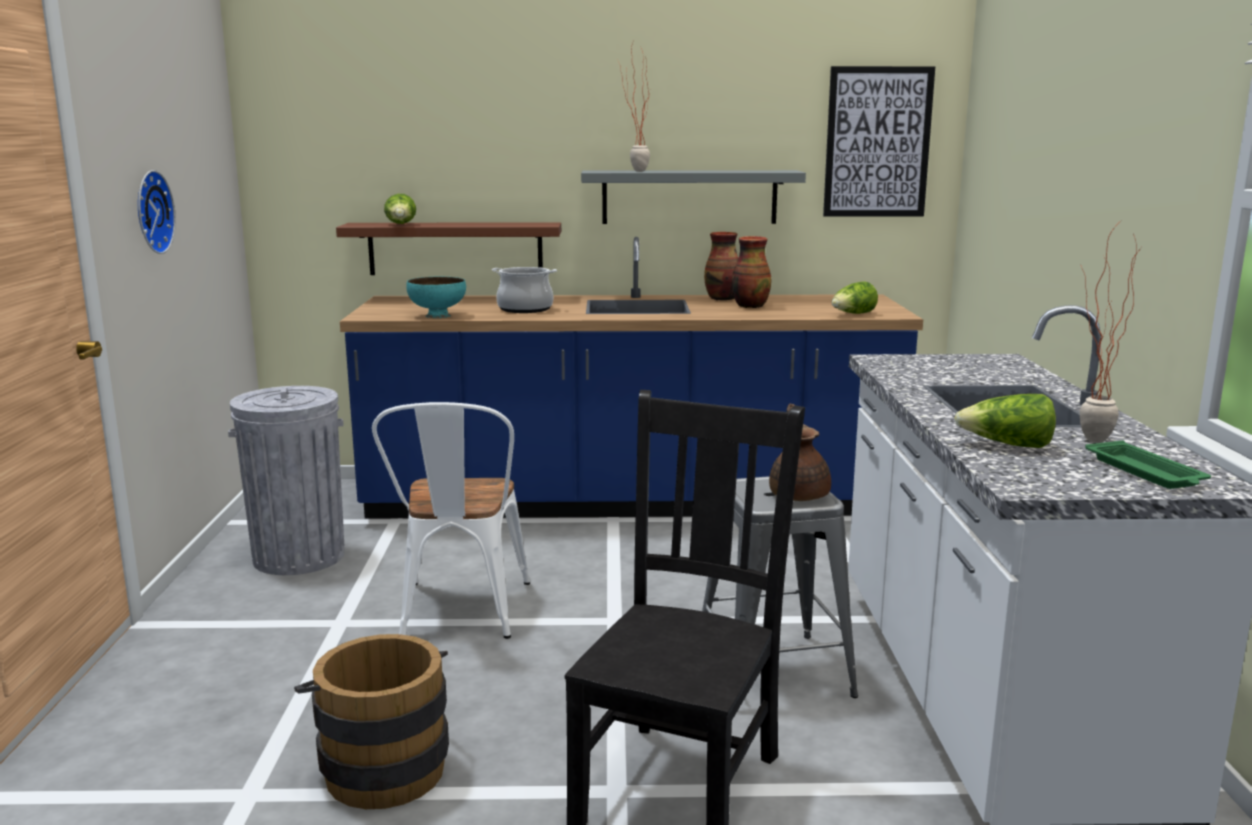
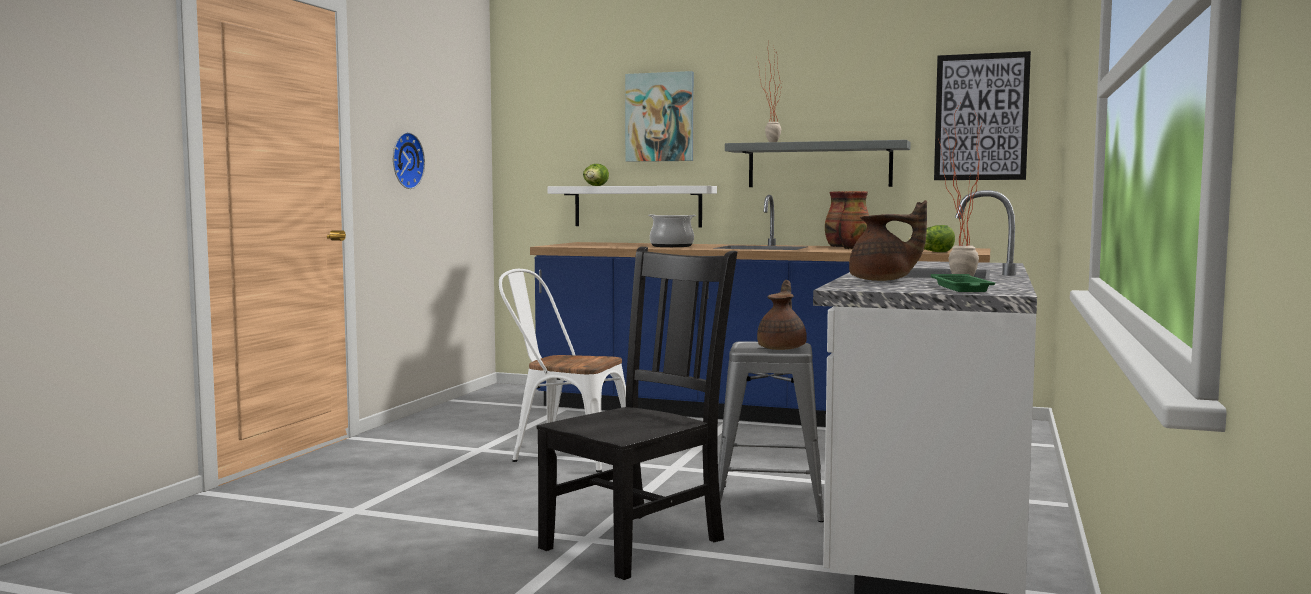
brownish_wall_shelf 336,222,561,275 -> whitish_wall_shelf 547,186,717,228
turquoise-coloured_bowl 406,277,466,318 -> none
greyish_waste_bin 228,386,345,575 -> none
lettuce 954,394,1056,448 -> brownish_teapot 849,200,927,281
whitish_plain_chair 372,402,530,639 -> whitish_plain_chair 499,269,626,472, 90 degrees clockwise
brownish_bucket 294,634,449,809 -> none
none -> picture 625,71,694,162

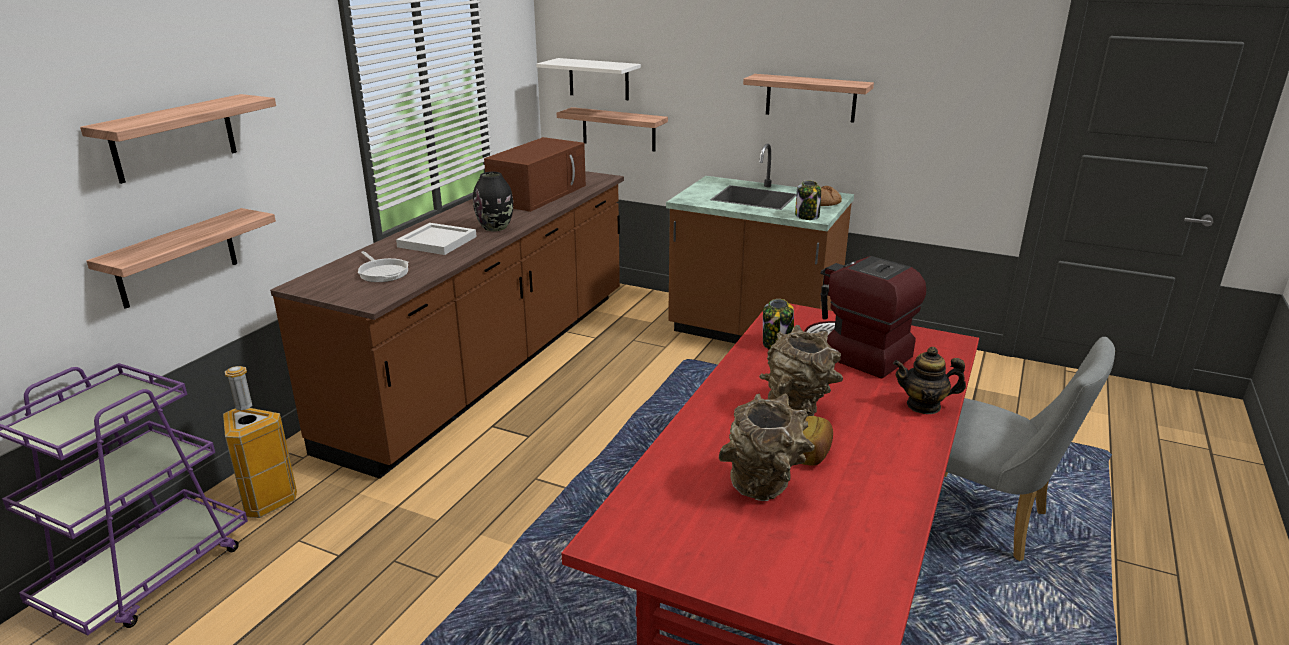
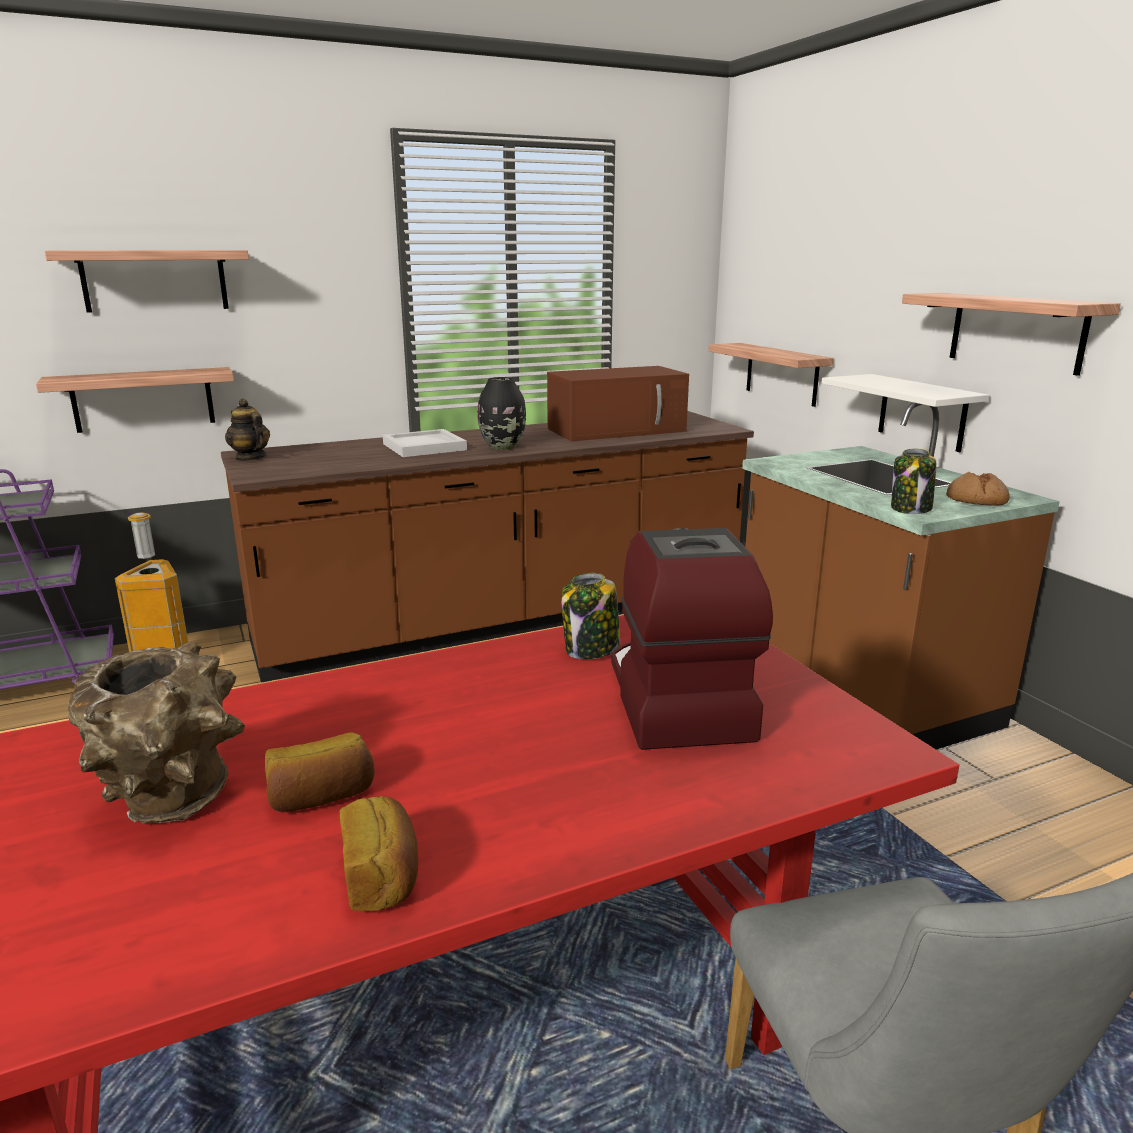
whitish_wall_shelf 536,58,641,100 -> whitish_wall_shelf 821,374,990,452, relocated
pan 358,251,408,282 -> none
brownish_vase 759,325,843,416 -> none
teapot 893,347,966,414 -> teapot 225,398,270,461, relocated
none -> bakery_bread 340,796,418,911

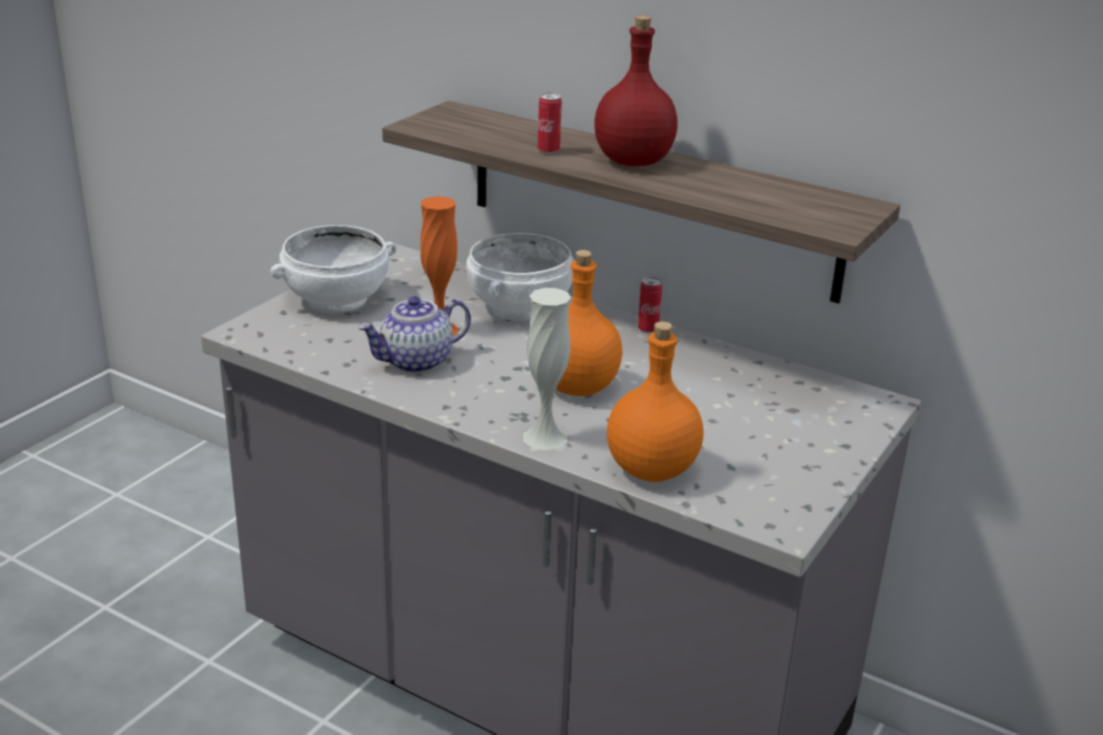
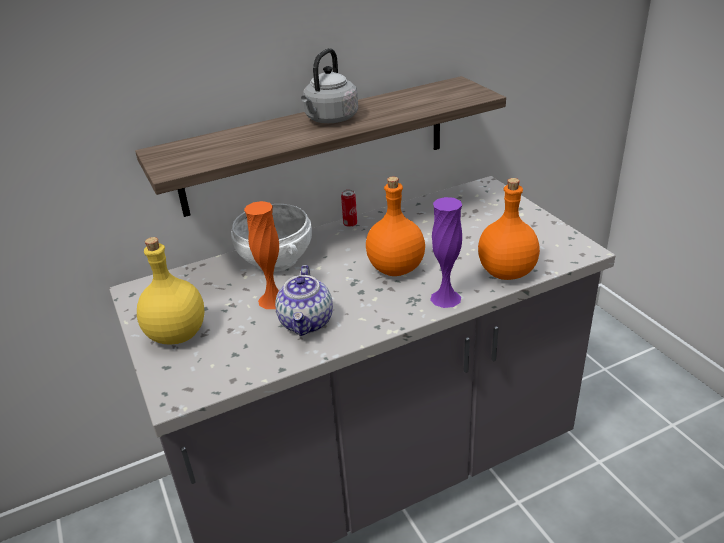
red-coloured_beverage_bottle 594,15,678,166 -> greyish_kettle 301,48,358,123
sealed_can 538,93,562,154 -> none
whitish_bowl 270,225,396,313 -> yellowish_beverage_bottle 137,237,205,345
whitish_vase 523,288,571,450 -> purple_vase 430,197,462,308

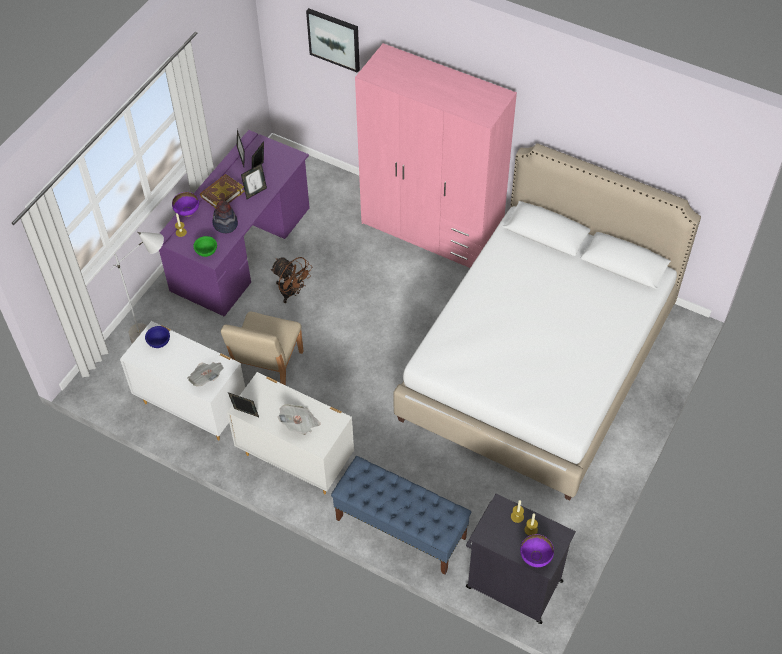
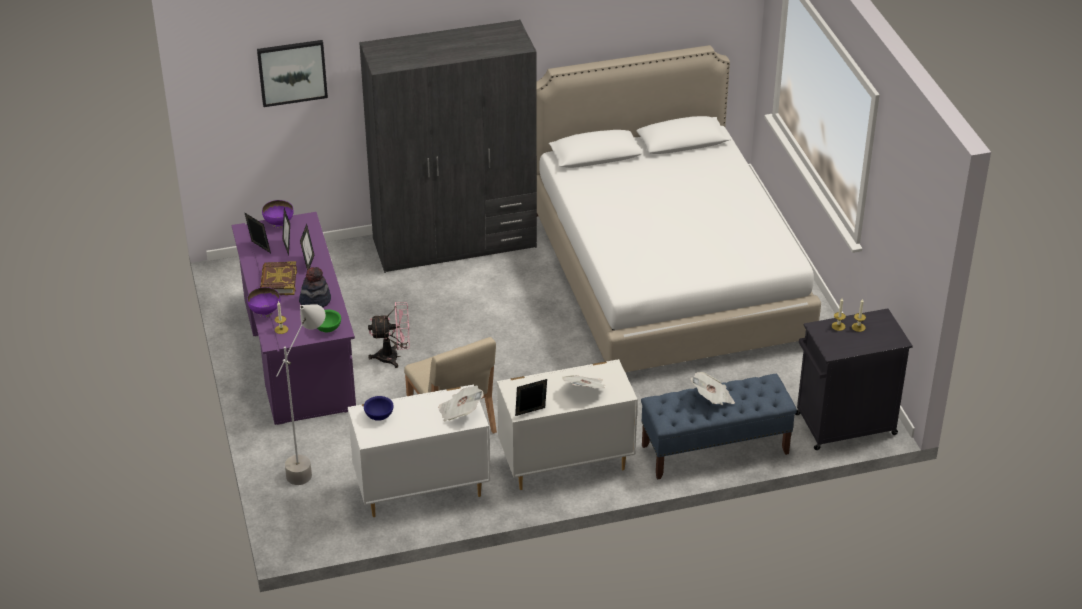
pink-coloured_armoire 355,43,517,268 -> greyish_armoire 359,20,537,273
brownish_electric_fan 271,257,312,303 -> pink-coloured_electric_fan 368,302,410,368
purple_bowl 520,534,554,567 -> purple_bowl 262,200,294,228, relocated
none -> newspaper 691,372,735,405

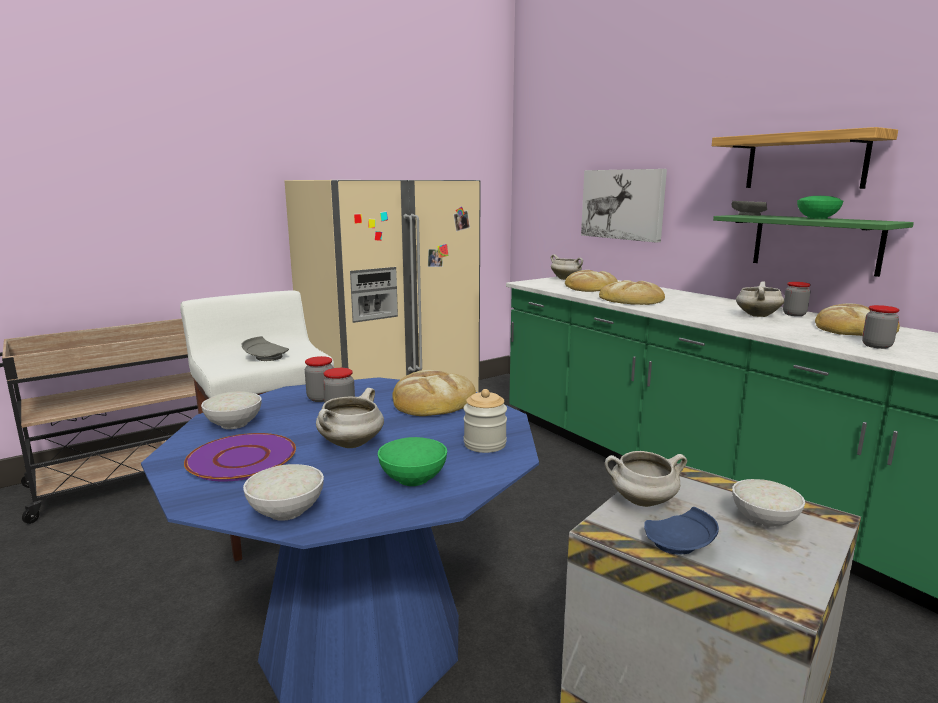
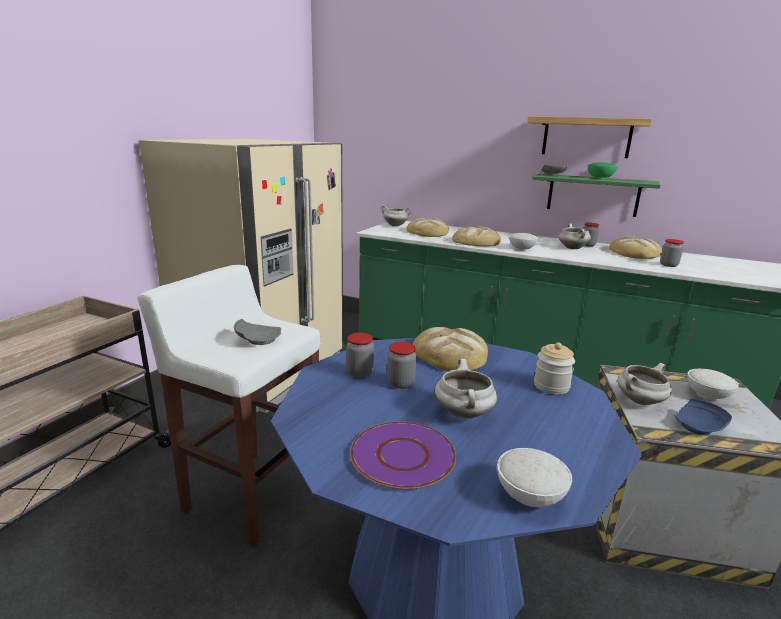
picture 581,169,667,243 -> none
whitish_bowl 201,391,262,429 -> whitish_bowl 509,233,538,250, relocated
green-coloured_bowl 378,437,447,486 -> none

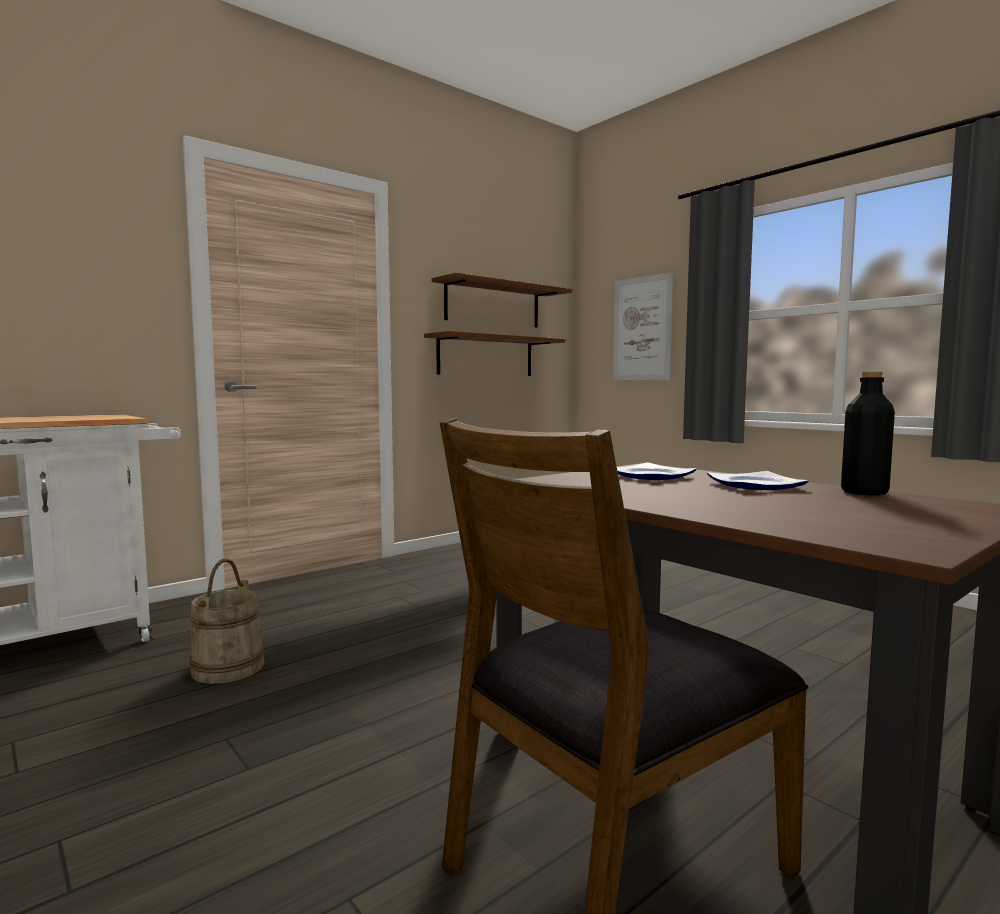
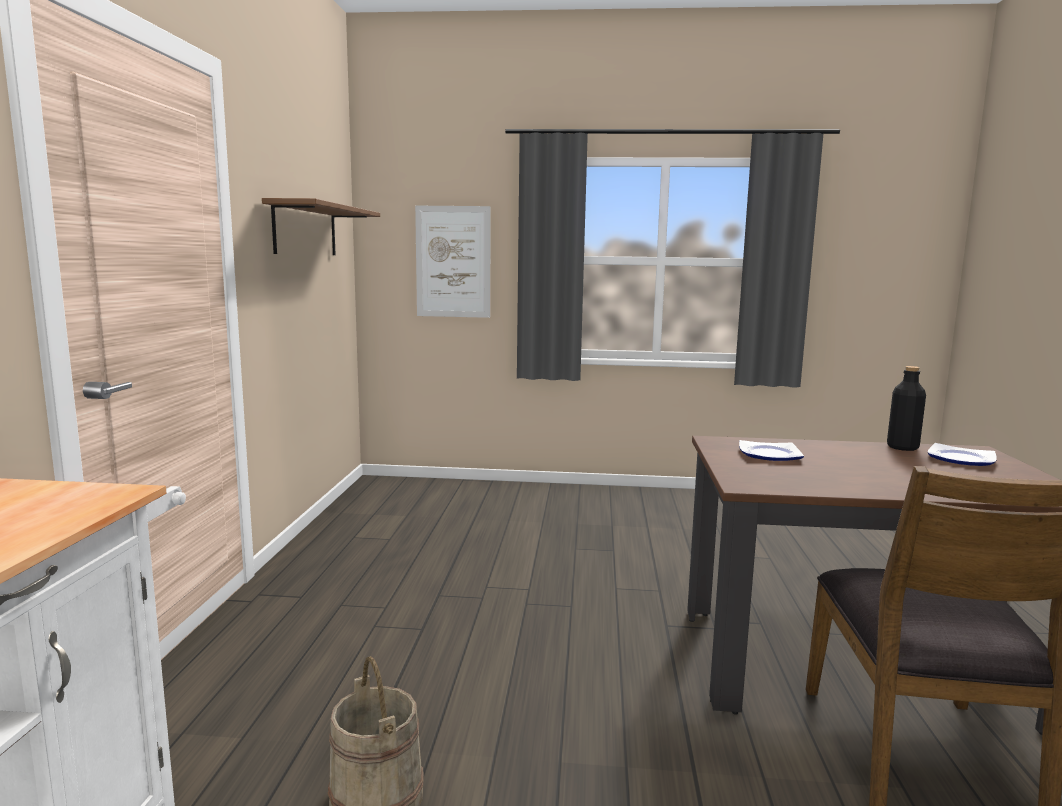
brownish_wall_shelf 424,331,565,376 -> none
plate 707,471,809,490 -> plate 928,443,997,466, relocated

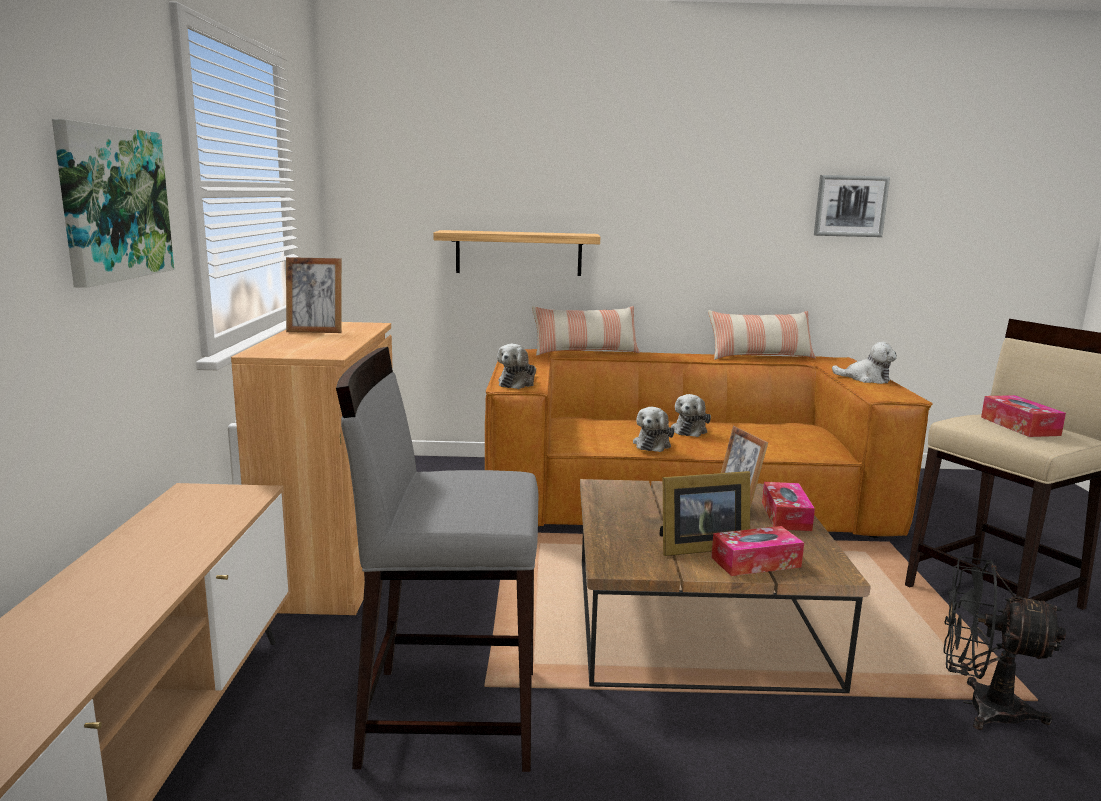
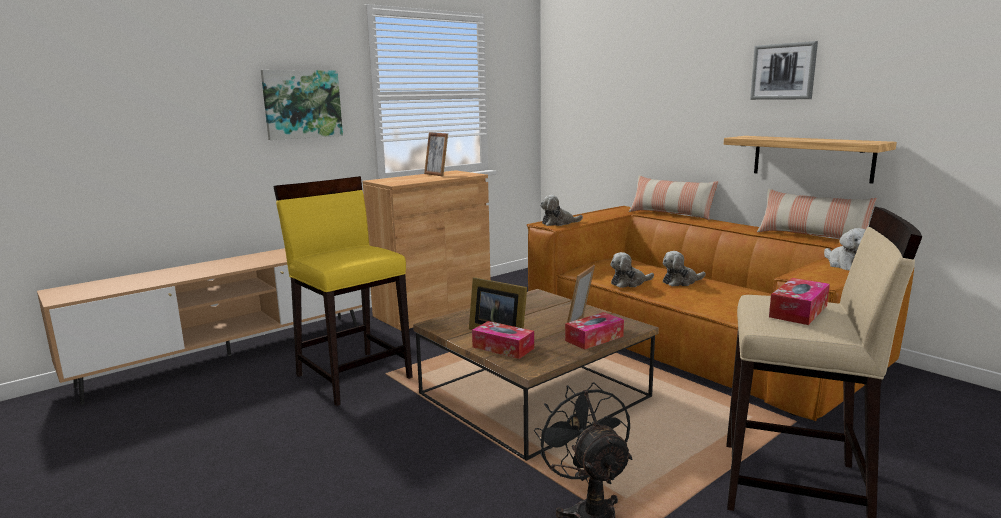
picture 814,175,890,237 -> picture 750,41,818,100, relocated
wall_shelf 433,230,600,276 -> wall_shelf 724,136,897,184, relocated
greyish_sitting_stool 336,347,538,772 -> yellowish_sitting_stool 273,176,413,406

